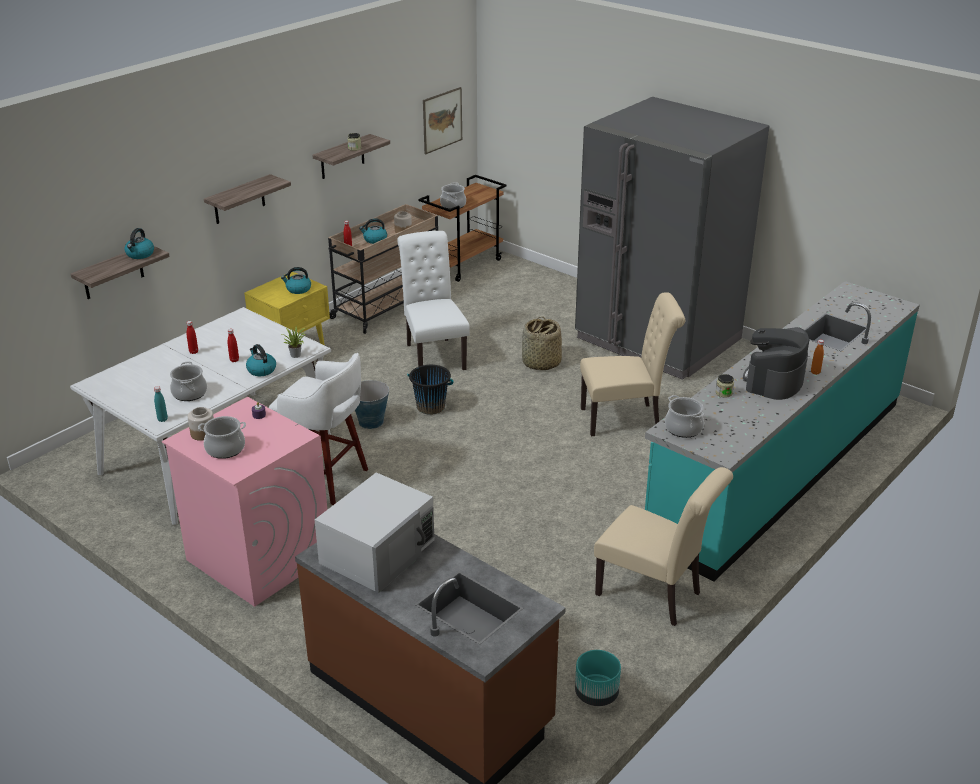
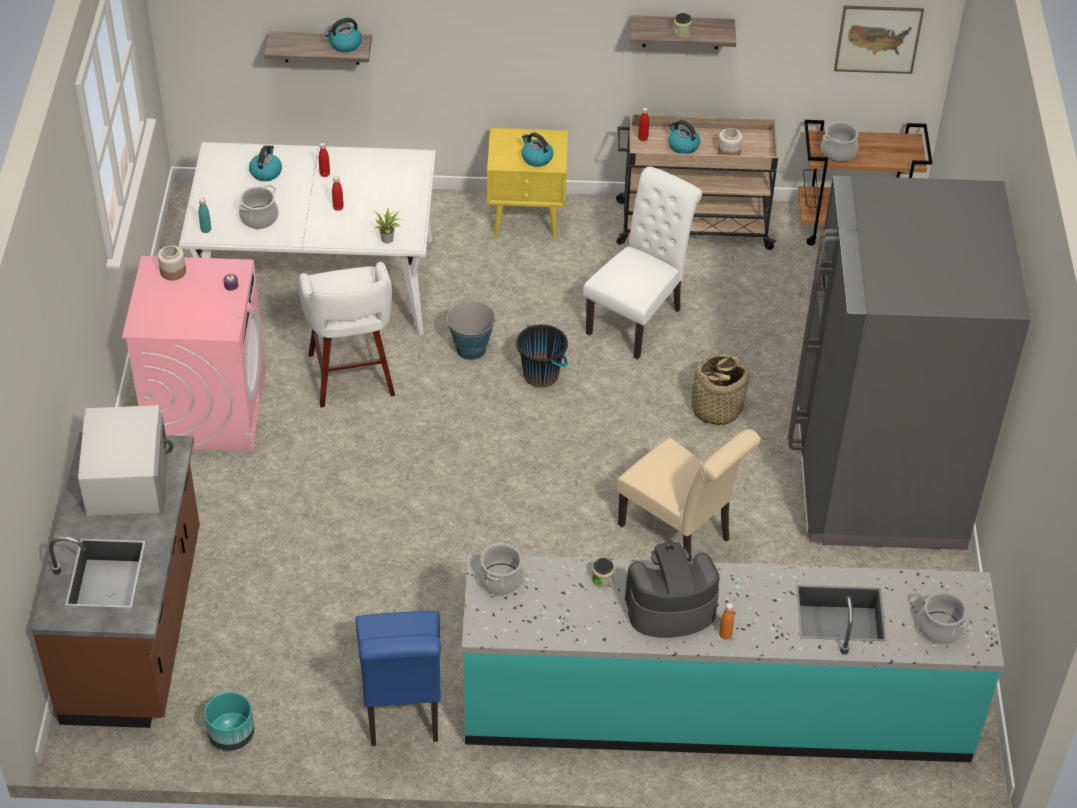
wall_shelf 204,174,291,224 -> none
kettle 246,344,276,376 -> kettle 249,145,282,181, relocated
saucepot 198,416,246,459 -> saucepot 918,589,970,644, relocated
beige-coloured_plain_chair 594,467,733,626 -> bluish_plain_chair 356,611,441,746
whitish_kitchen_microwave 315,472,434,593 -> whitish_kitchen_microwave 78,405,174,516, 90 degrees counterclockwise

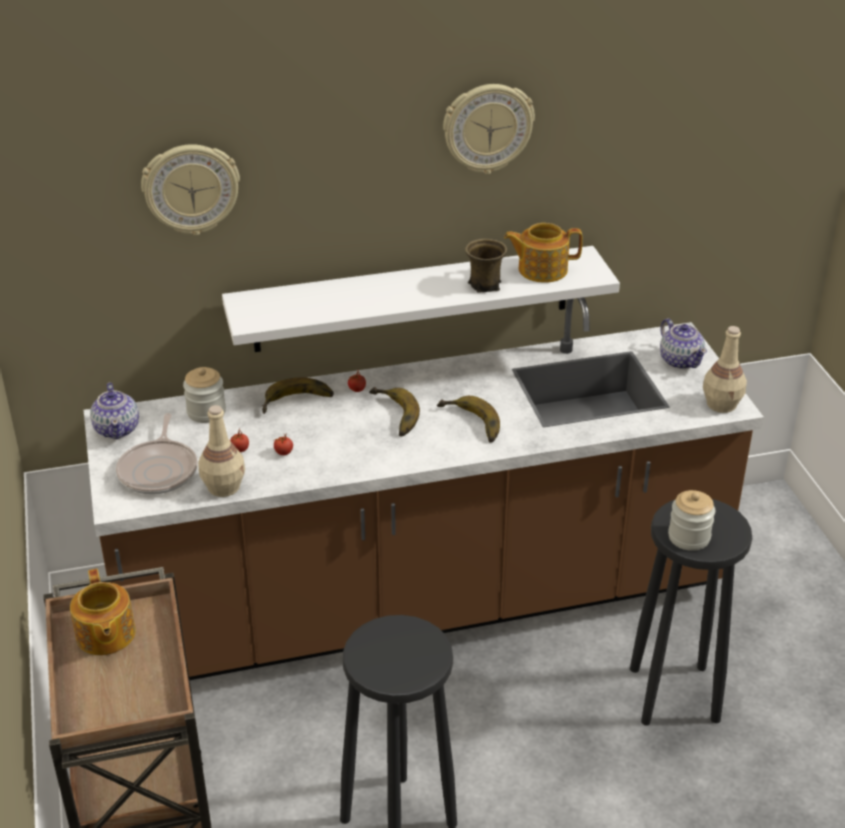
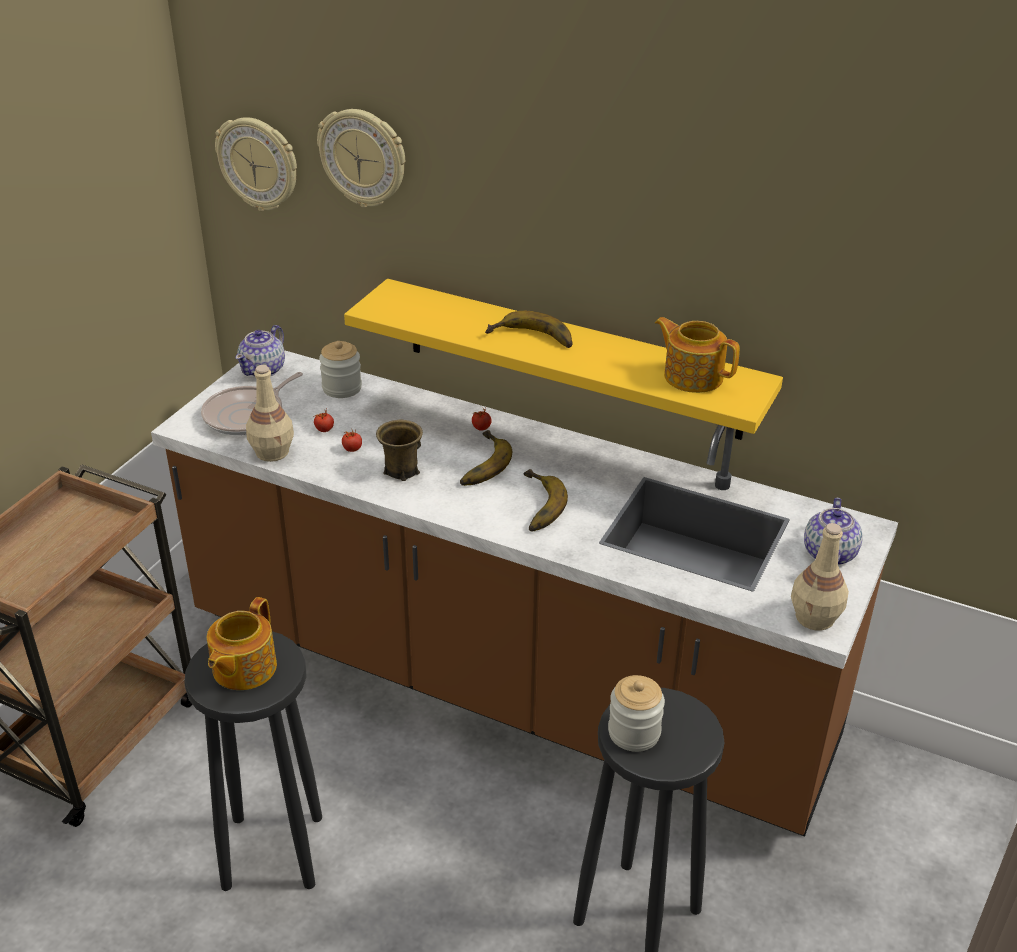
clock_on_the_wall 443,84,535,174 -> clock_on_the_wall 215,117,297,211, relocated
brownish_coffee_mug 465,239,507,293 -> brownish_coffee_mug 376,420,423,481, relocated
whitish_wall_shelf 222,246,620,352 -> yellowish_wall_shelf 344,279,783,440
banana 262,378,334,414 -> banana 485,311,572,348, relocated
teapot 70,569,136,656 -> teapot 207,597,277,690, relocated

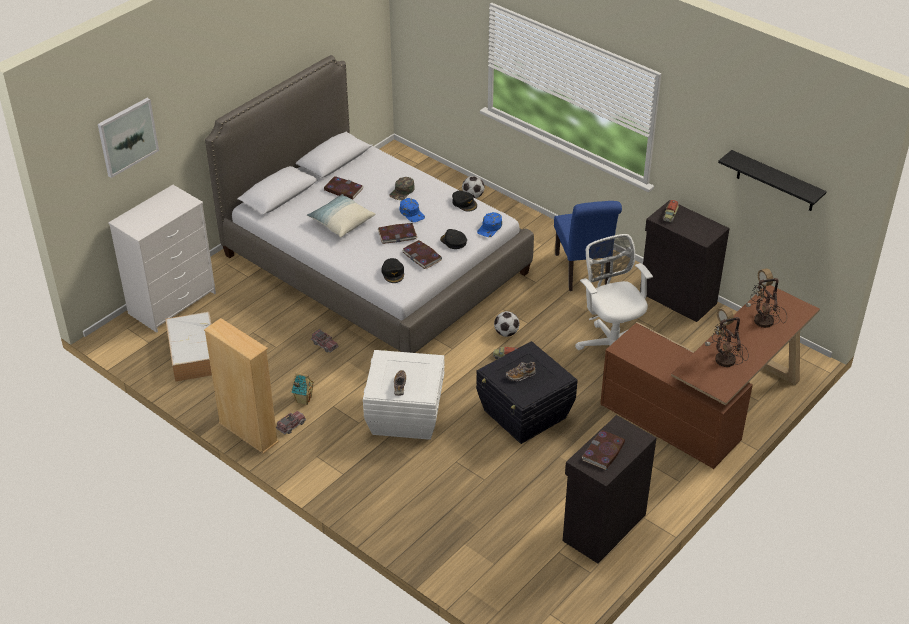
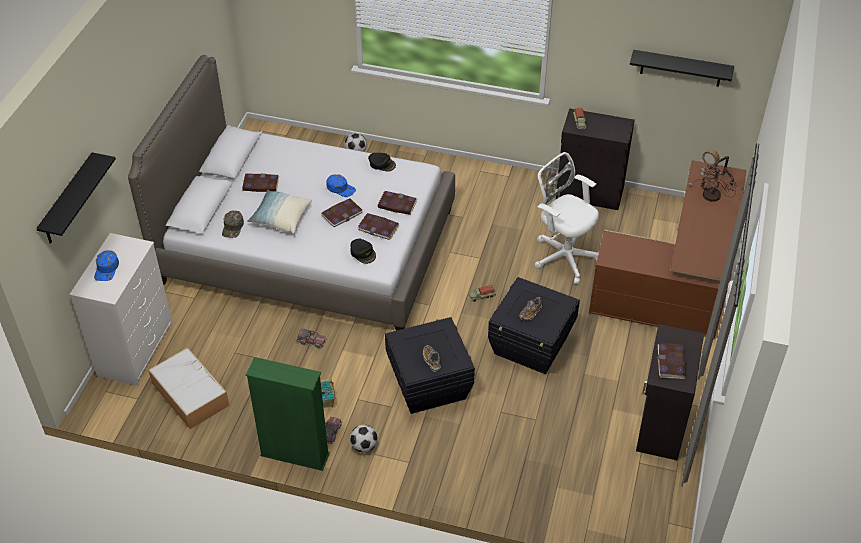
picture 98,98,159,178 -> black_wall_shelf 36,152,116,244
green-coloured_baseball_cap 389,177,415,200 -> green-coloured_baseball_cap 222,211,244,238, relocated
bluish_plain_chair 554,201,622,291 -> none
bluish_baseball_cap 477,212,502,237 -> bluish_baseball_cap 94,251,119,281, relocated
black_baseball_cap 440,229,467,249 -> book 377,191,417,215
lamp_for_a_table 704,307,749,367 -> none
ball_for_football 494,311,520,337 -> ball_for_football 350,425,378,452, relocated
beige-coloured_bookshelf 204,318,279,454 -> green-coloured_bookshelf 246,357,330,471
whitish_storage_bin 363,350,444,440 -> black_storage_bin 385,317,475,414

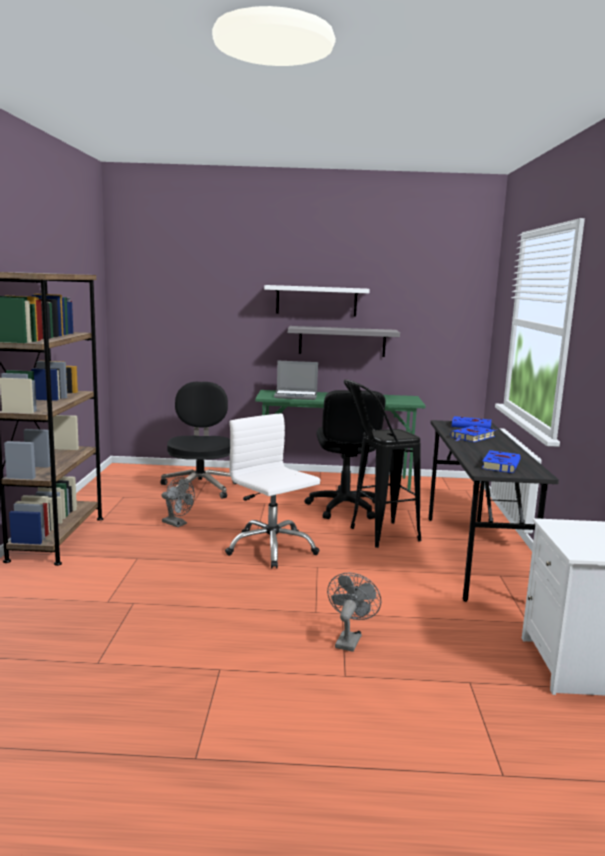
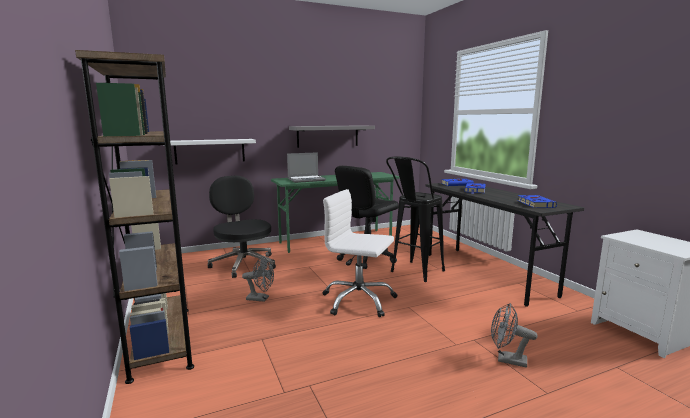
whitish_wall_shelf 264,285,370,317 -> whitish_wall_shelf 163,139,256,165, relocated
black_desk_chair 304,390,386,519 -> black_desk_chair 335,166,399,269, 75 degrees clockwise
greyish_electric_fan 327,573,381,652 -> greyish_electric_fan 491,303,538,368, 60 degrees counterclockwise

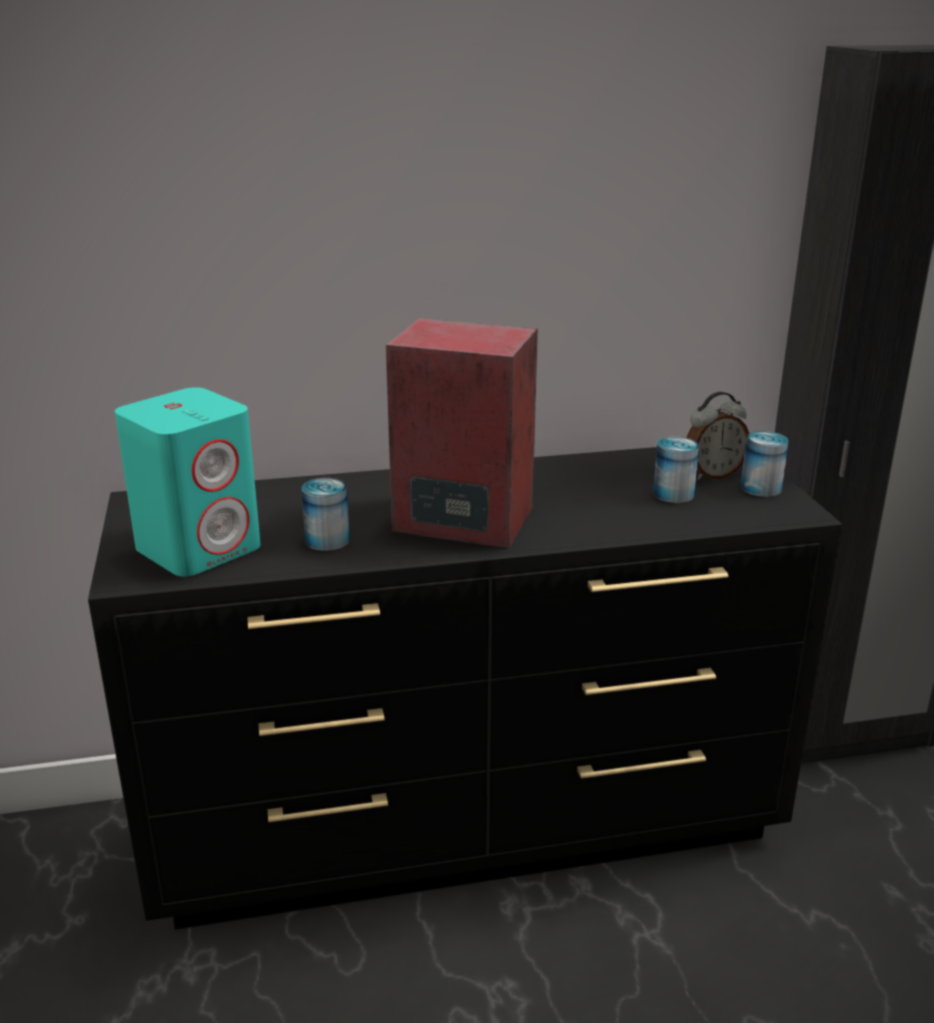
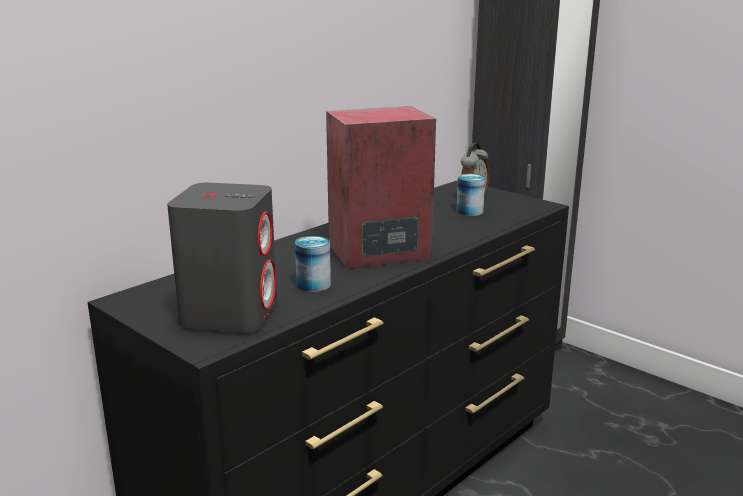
turquoise-coloured_speaker 115,387,261,577 -> greyish_speaker 167,183,277,333
sealed_can 741,431,789,497 -> none

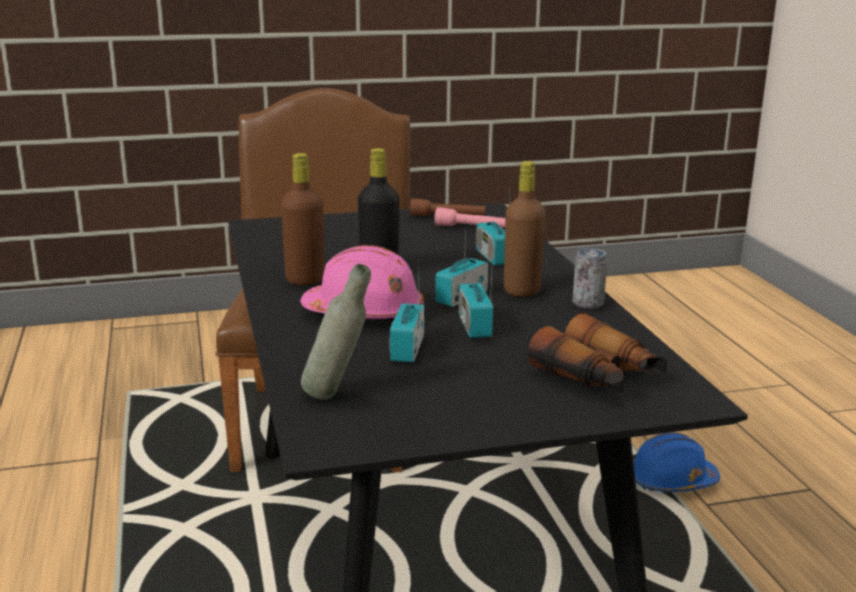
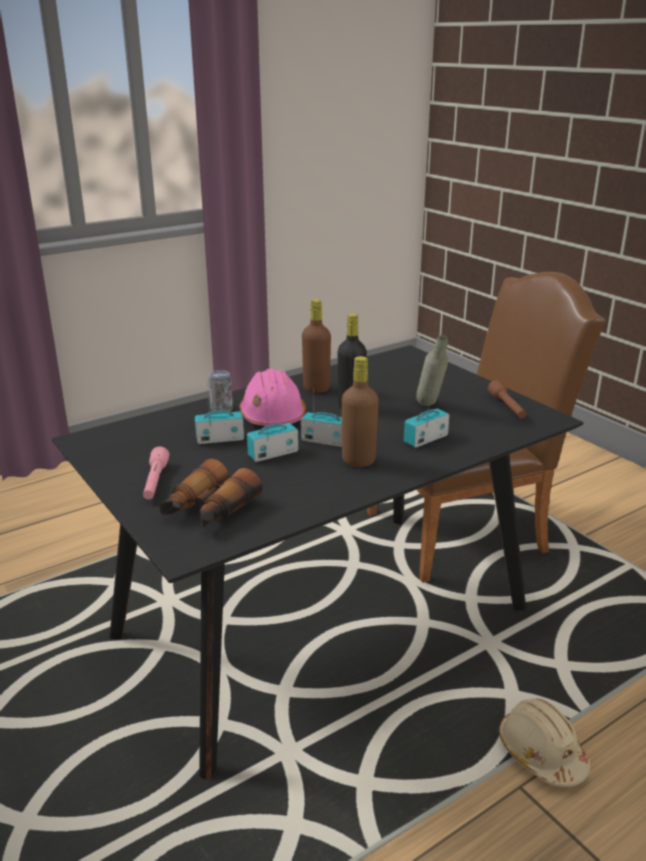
pink-coloured_hand_torch 434,207,505,228 -> pink-coloured_hand_torch 143,447,169,500, relocated
sealed_can 573,248,607,309 -> sealed_can 208,370,233,412, relocated
greyish_beverage_bottle 301,264,371,400 -> greyish_beverage_bottle 416,335,448,406, relocated
bluish_hard_hat 633,432,720,492 -> beige-coloured_hard_hat 499,698,590,787

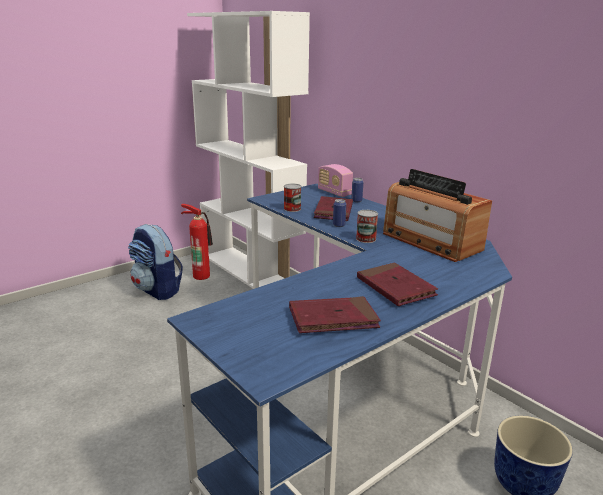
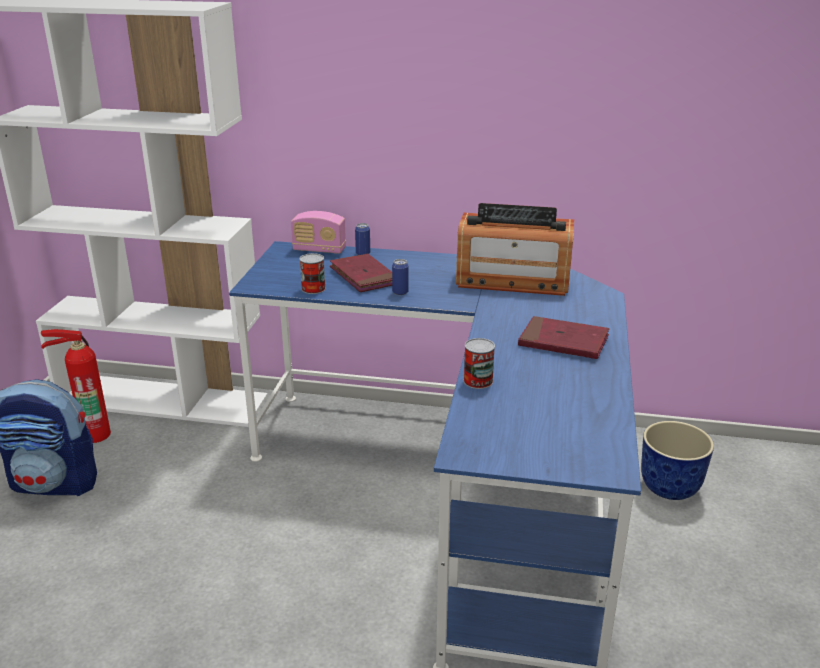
sealed_can 356,210,378,243 -> sealed_can 463,338,495,389, relocated
red-coloured_book 289,296,381,333 -> none

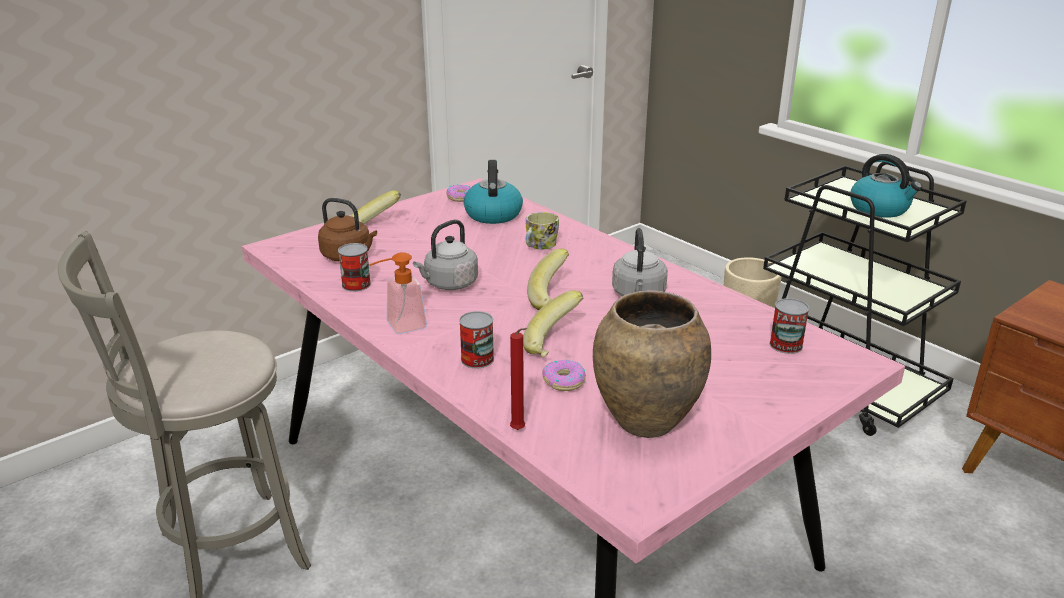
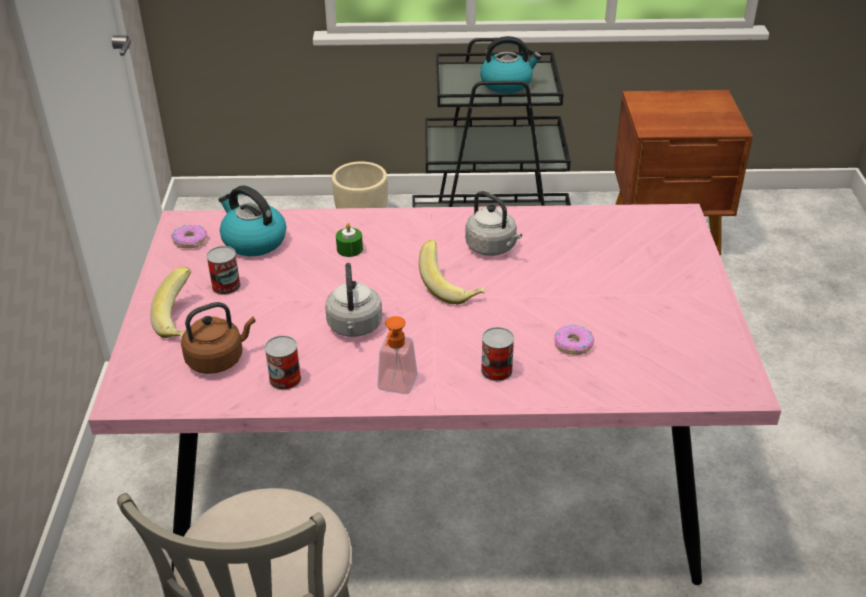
coffee_mug 526,212,559,249 -> green-coloured_candle 336,223,363,257
banana 523,290,583,357 -> none
brownish_vase 593,290,711,438 -> none
sealed_can 770,298,809,354 -> sealed_can 206,246,241,295, relocated
red-coloured_candle 510,328,527,430 -> none

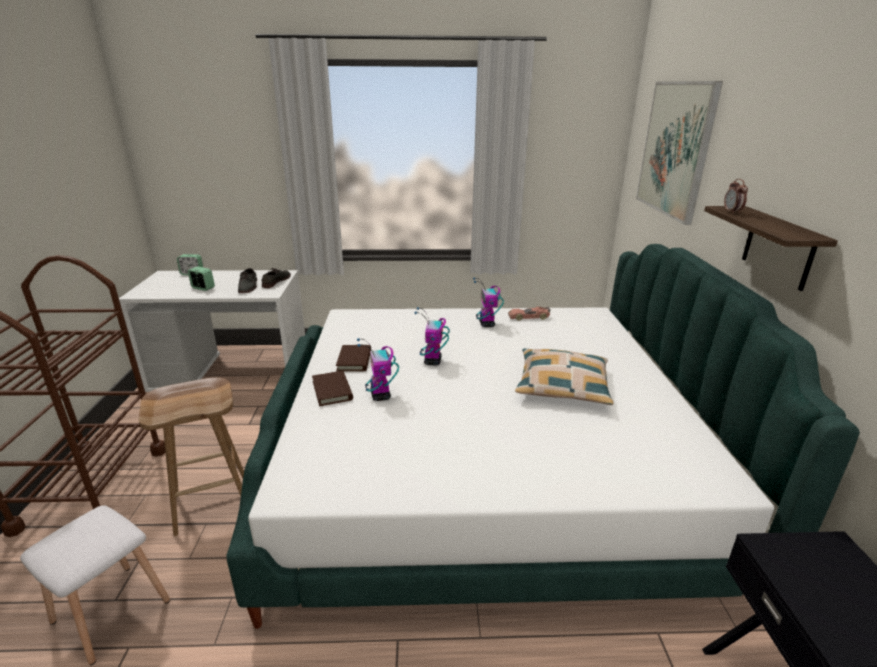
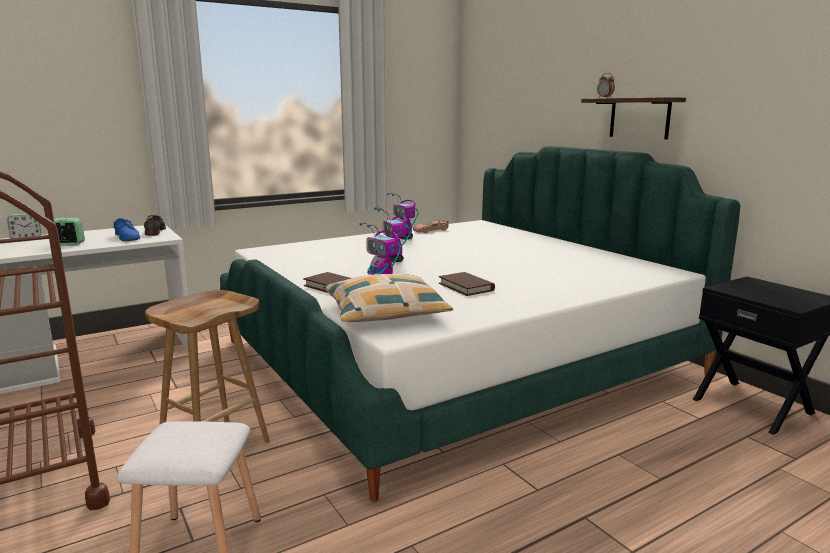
picture 636,81,723,225 -> none
greyish_low_shoe 238,268,257,293 -> bluish_low_shoe 113,218,140,241
brownish_book 336,345,371,371 -> brownish_book 439,272,495,296, relocated
throw_pillow 515,349,613,405 -> throw_pillow 323,274,453,322, relocated

